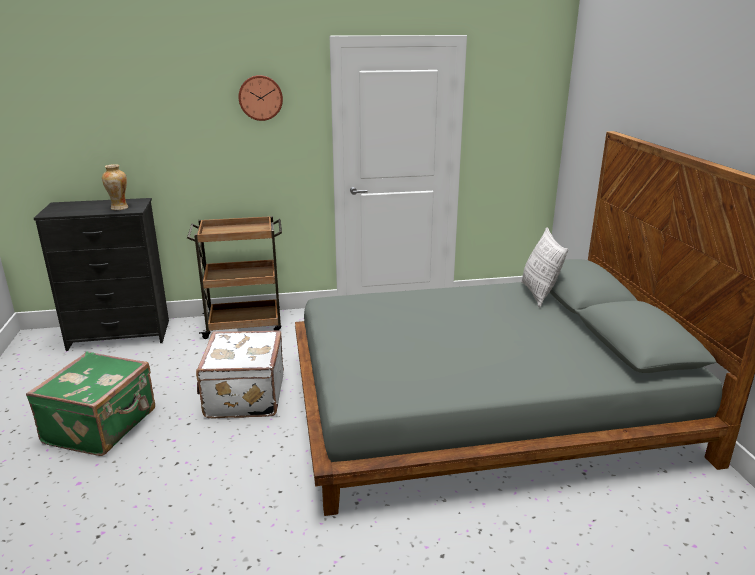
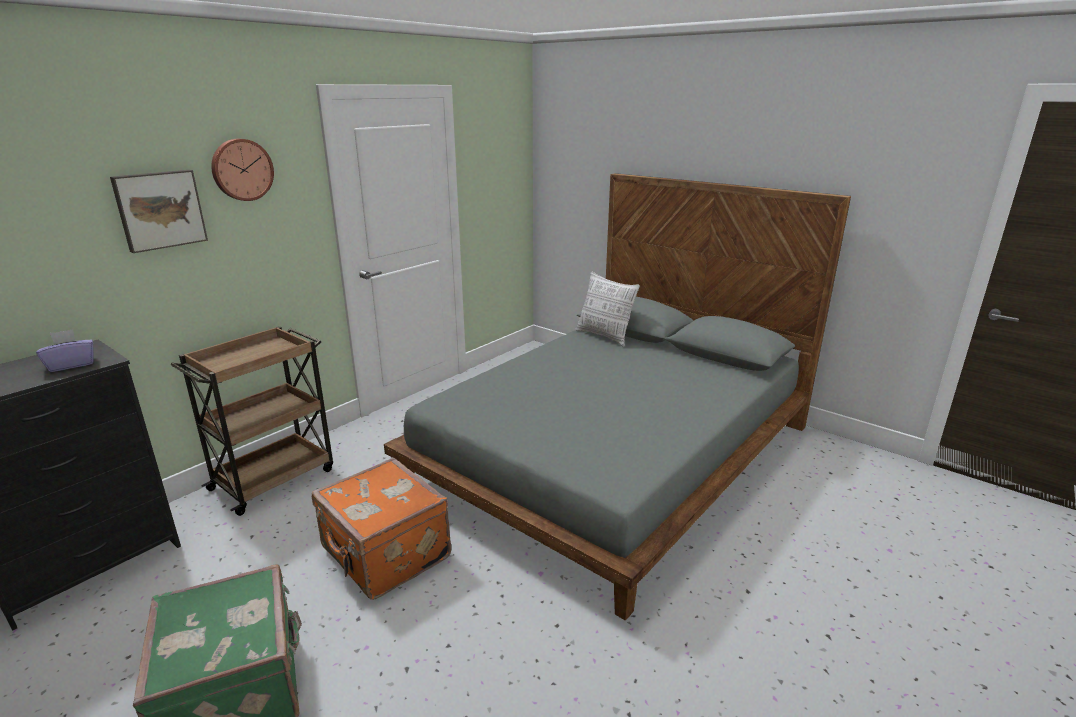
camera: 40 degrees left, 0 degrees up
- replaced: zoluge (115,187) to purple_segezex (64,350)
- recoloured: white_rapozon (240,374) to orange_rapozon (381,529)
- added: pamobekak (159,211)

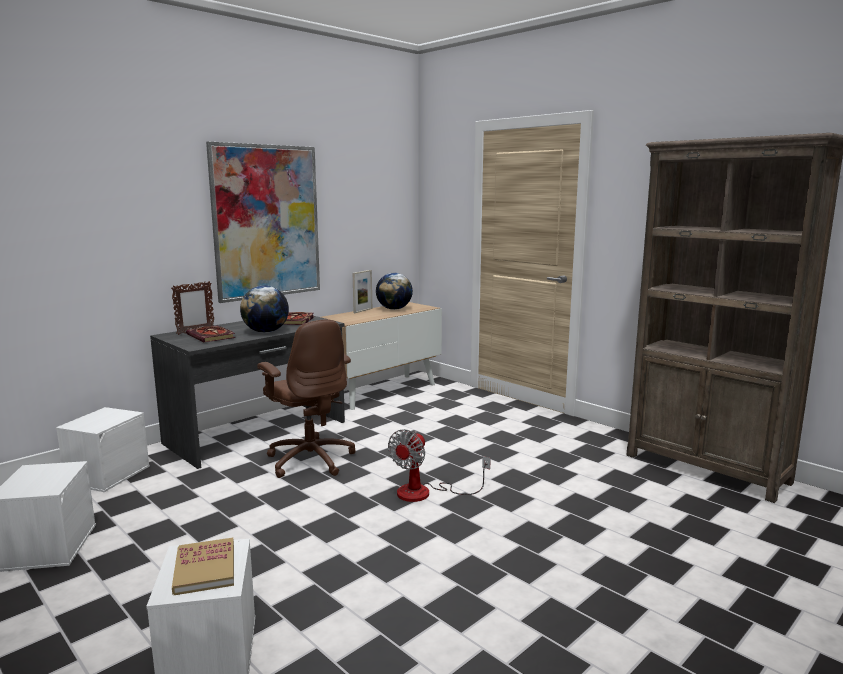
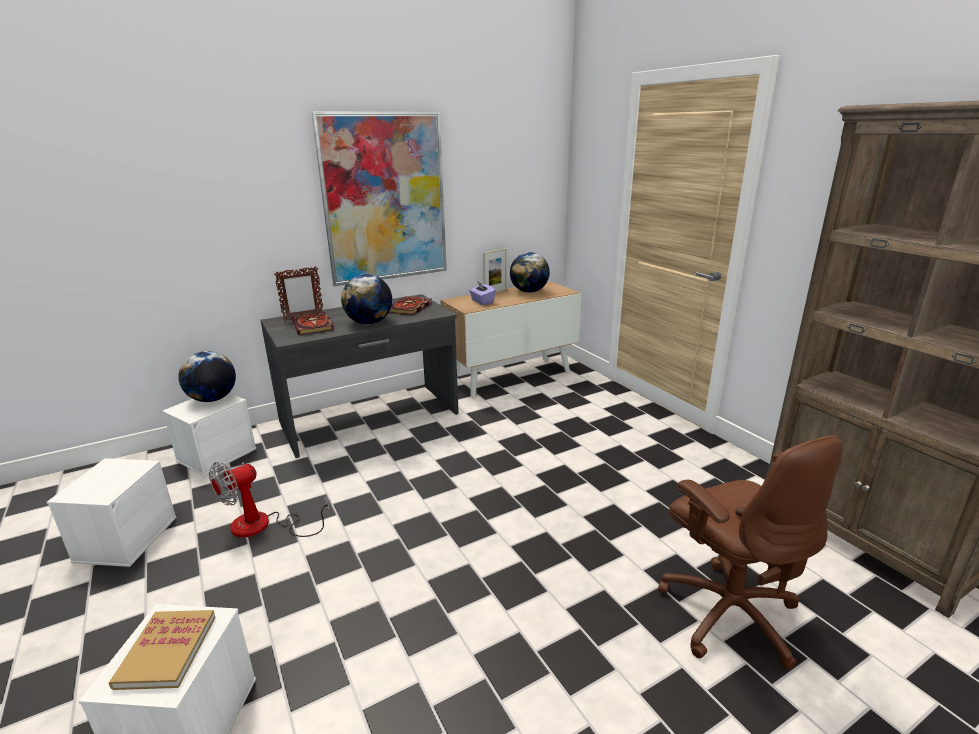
camera: 15 degrees right, 10 degrees up
- moved: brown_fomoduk (306,398) to (750,552)
- moved: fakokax (439,465) to (270,499)
- added: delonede (207,376)
- added: purple_segezex (482,293)

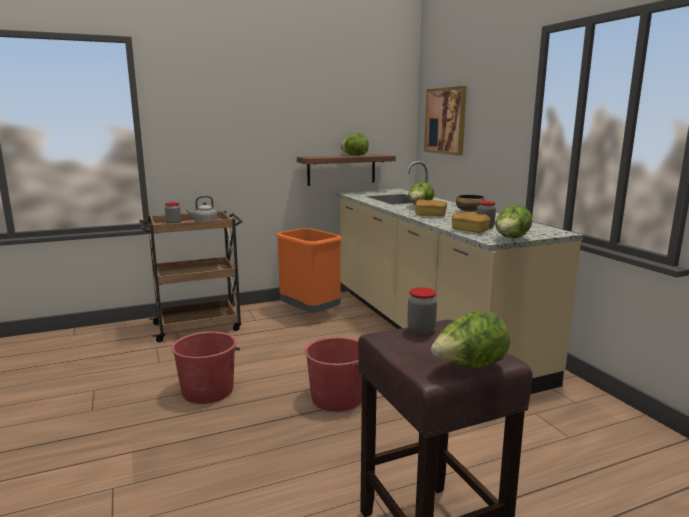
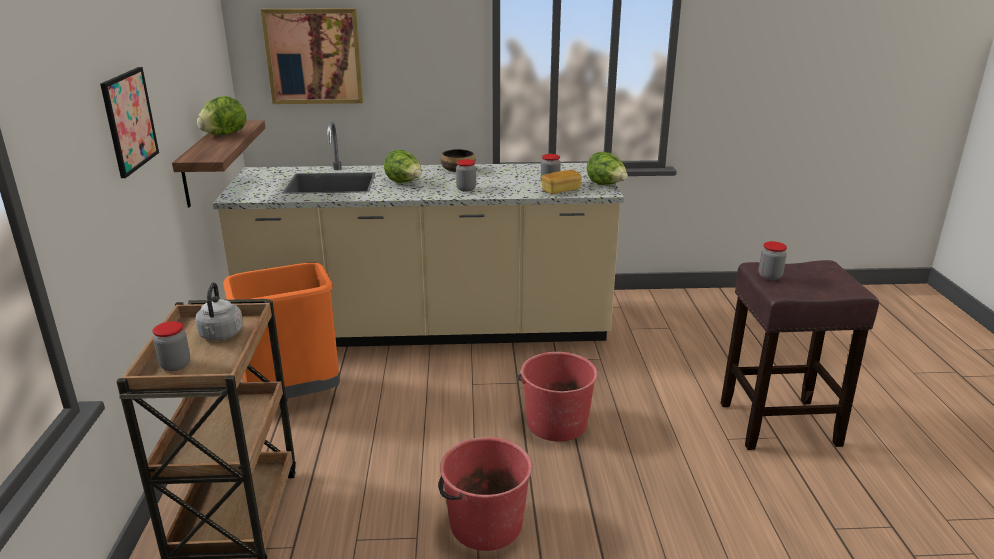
camera: 70 degrees left, 10 degrees up
- replaced: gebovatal (431,208) to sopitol (466,175)
- removed: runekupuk (470,339)
- added: pamobekak (129,122)

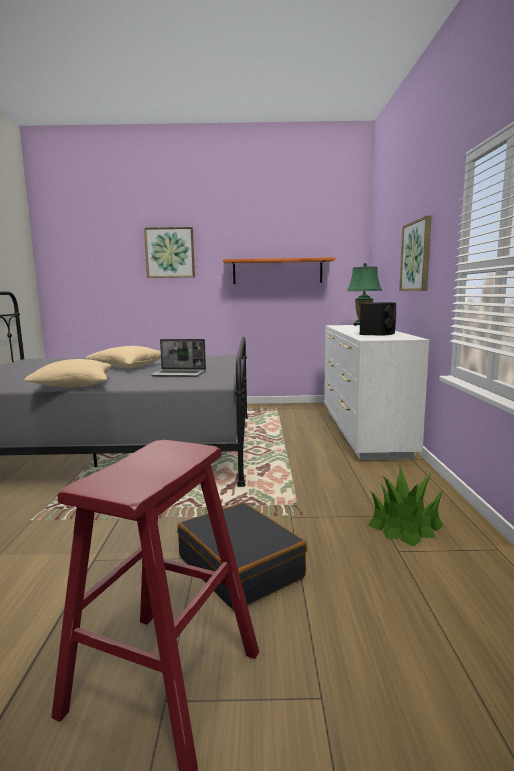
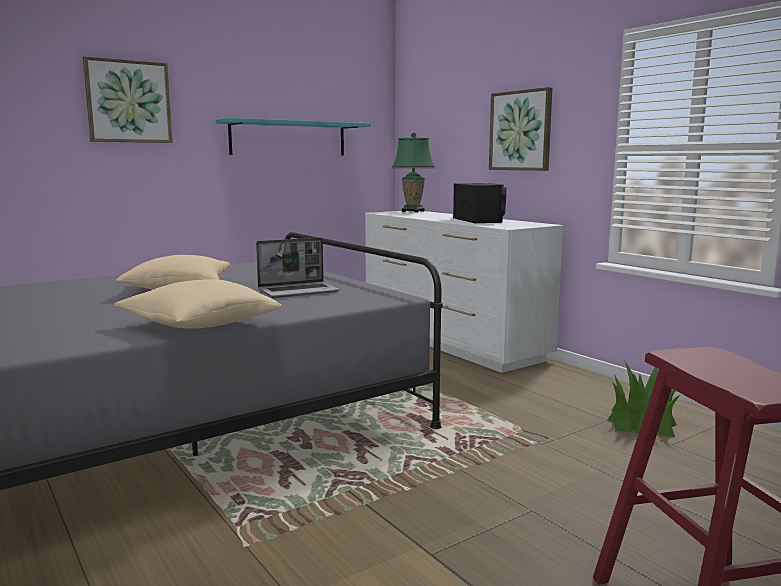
camera: 35 degrees left, 0 degrees up
- removed: black_rapozon (242,556)
- recoloured: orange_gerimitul (279,270) to turquoise_gerimitul (293,137)

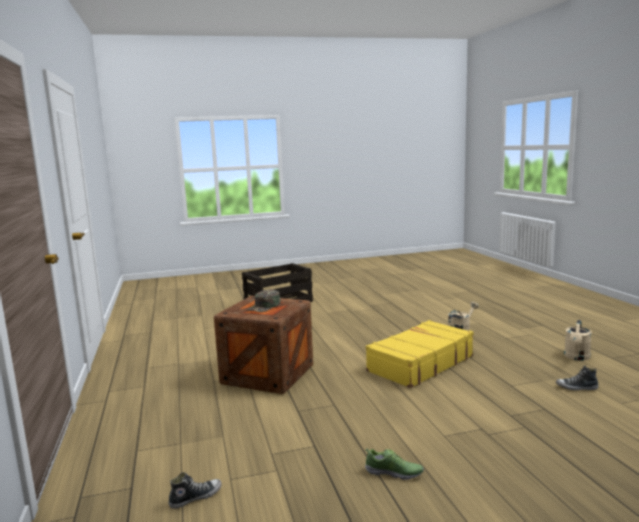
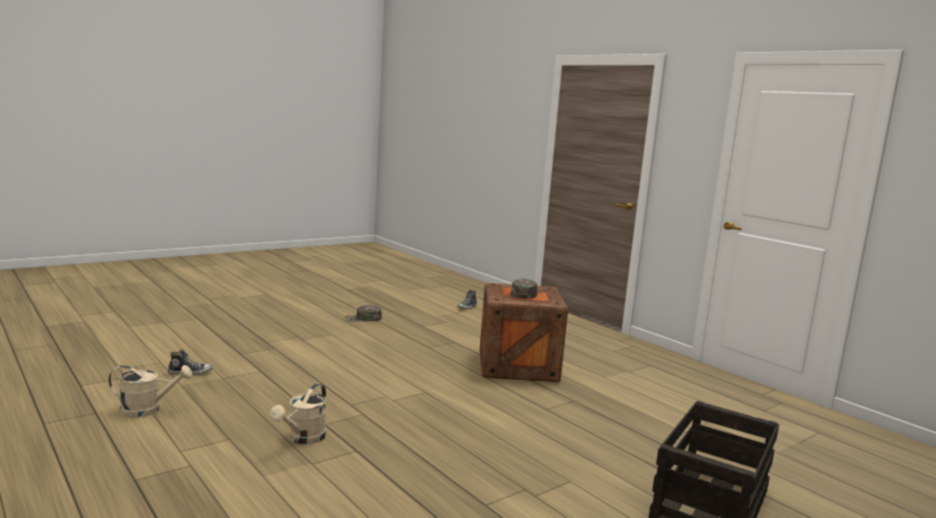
camera: 155 degrees right, 0 degrees up
- replaced: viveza (394,464) to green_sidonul (363,313)
- removed: yellow_rapozon (419,354)
- turned: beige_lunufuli (578,340) = (150,391) 75 degrees clockwise

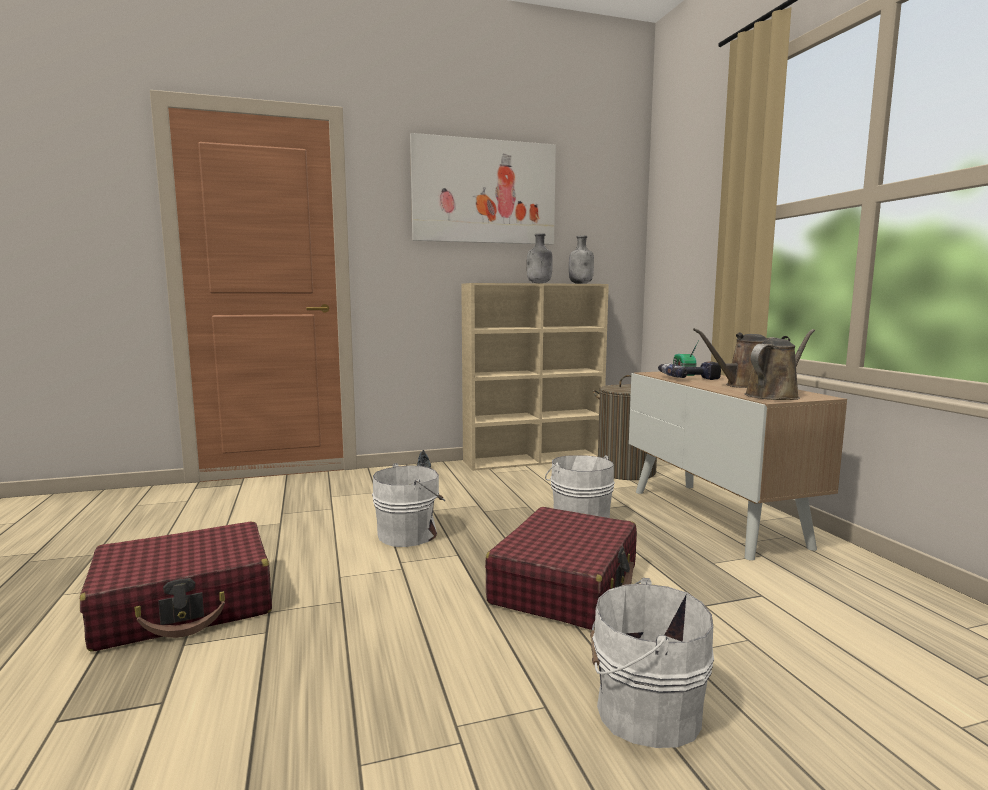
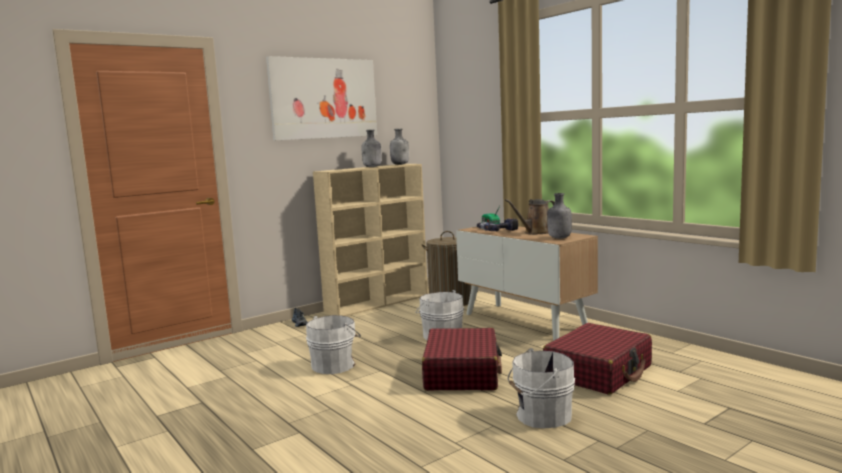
camera: 20 degrees left, 0 degrees up
- moved: red_rapozon (176,587) to (597,359)
- replaced: brown_lunufuli (779,364) to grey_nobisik (559,216)

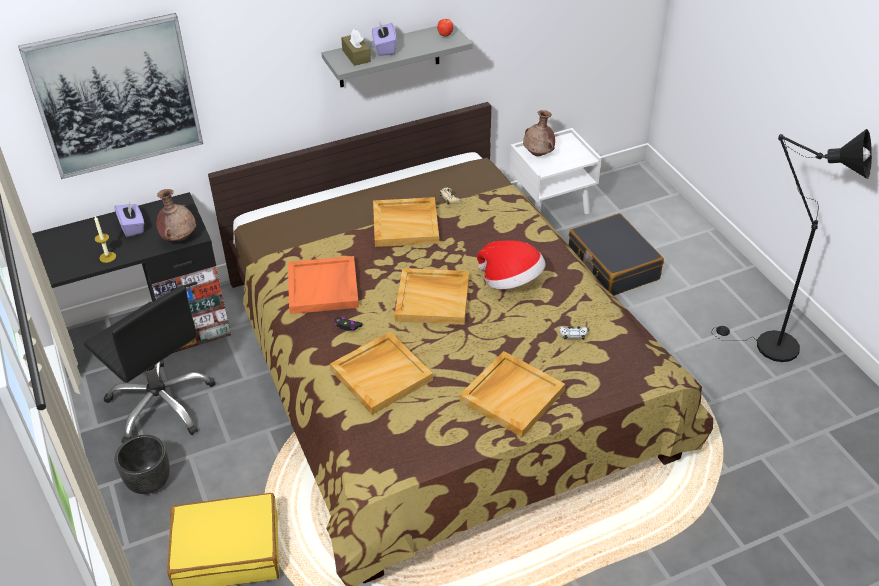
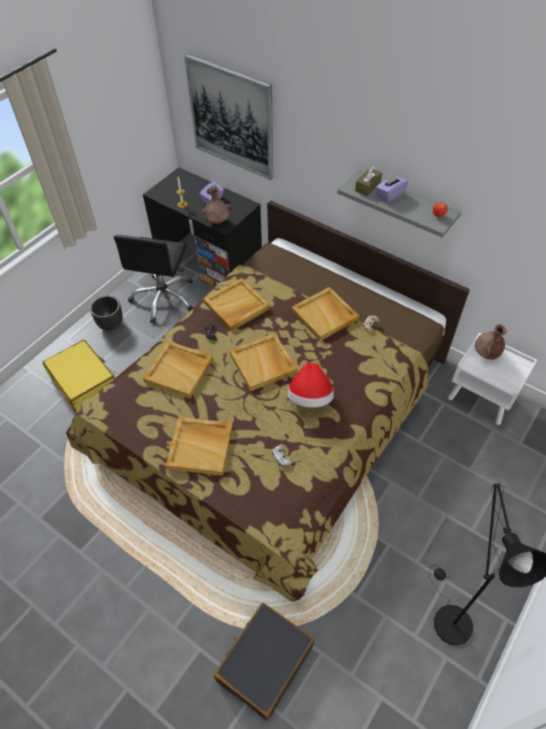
camera: 60 degrees right, 10 degrees up
- recoloured: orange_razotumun (323,285) to beige_razotumun (237,304)
- moved: black_rapozon (616,254) to (264,662)

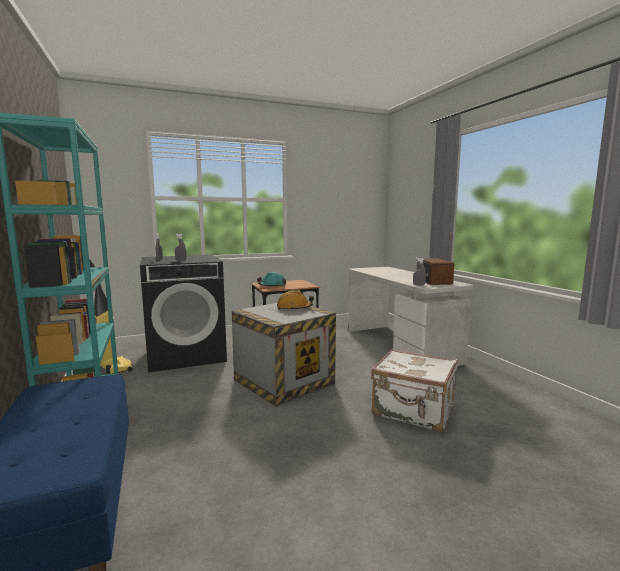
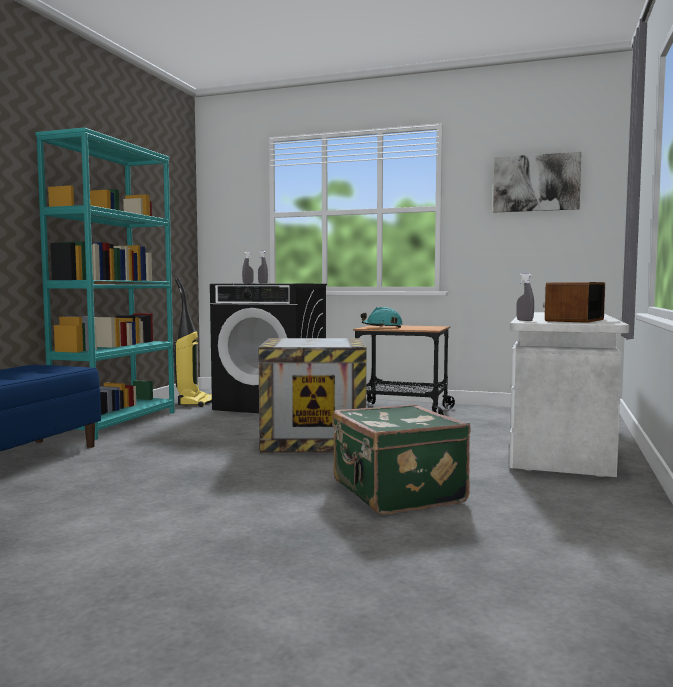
camera: 40 degrees right, 5 degrees down
- removed: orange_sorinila (295,300)
- recoloured: white_rapozon (414,390) to green_rapozon (401,459)
- added: pamobekak (537,182)

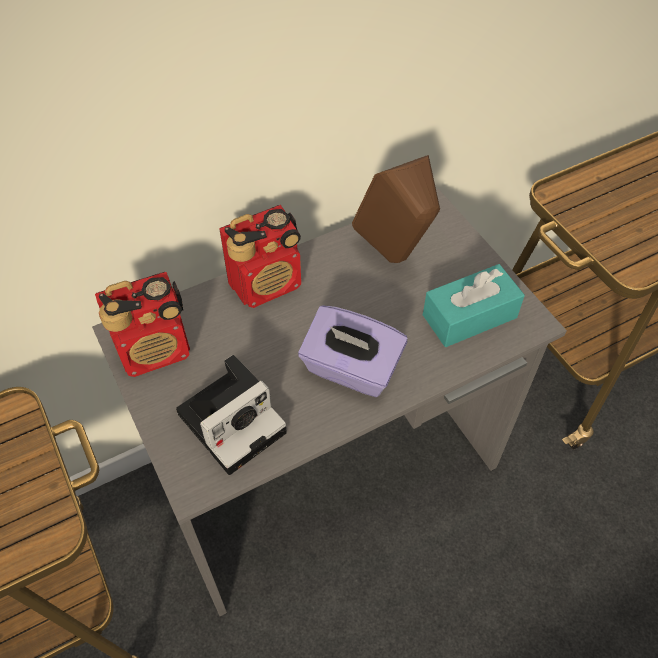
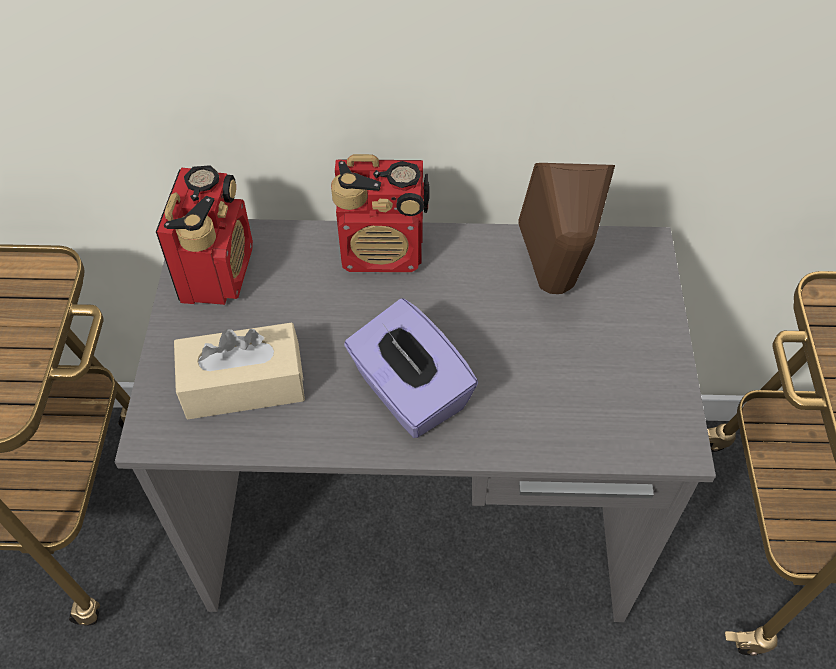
camera: 30 degrees right, 0 degrees up
- turned: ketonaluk (142,324) = (204,235) 90 degrees counterclockwise
- replaced: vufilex (231,415) to beige_segezex (239,371)
- removed: turquoise_segezex (474,305)

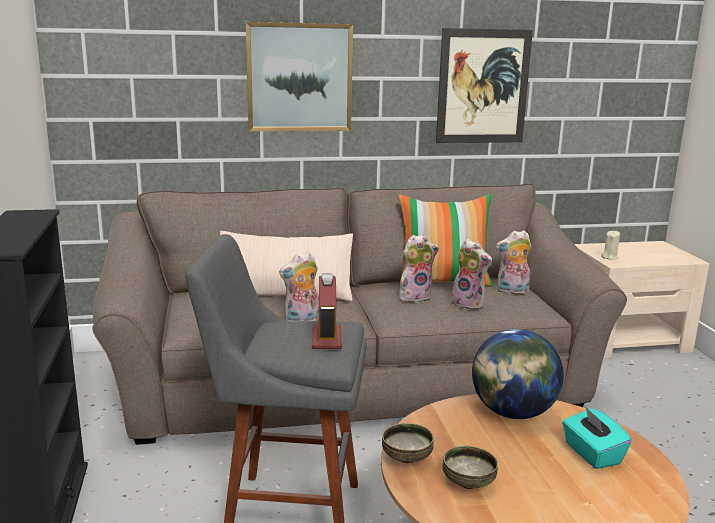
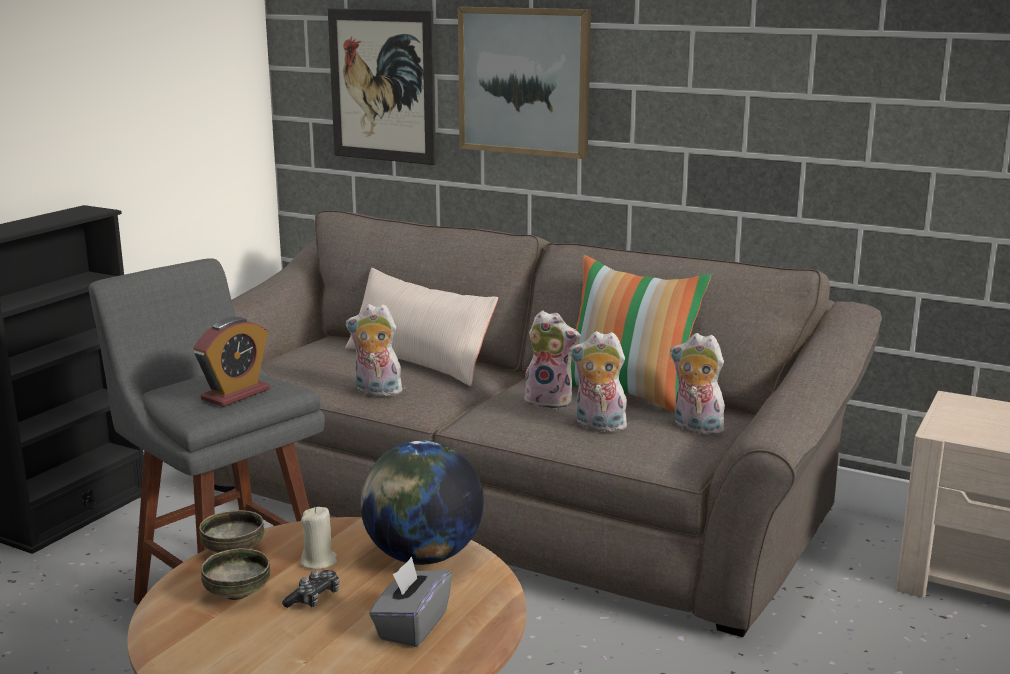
camera: 40 degrees right, 0 degrees up
- moved: pamobekak (484,85) to (382,86)
- turned: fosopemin (471,274) = (600,381) 120 degrees clockwise
- recoloured: turquoise_segezex (597,437) to grey_segezex (410,602)
- moved: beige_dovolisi (610,245) to (319,538)
- added: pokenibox (311,589)

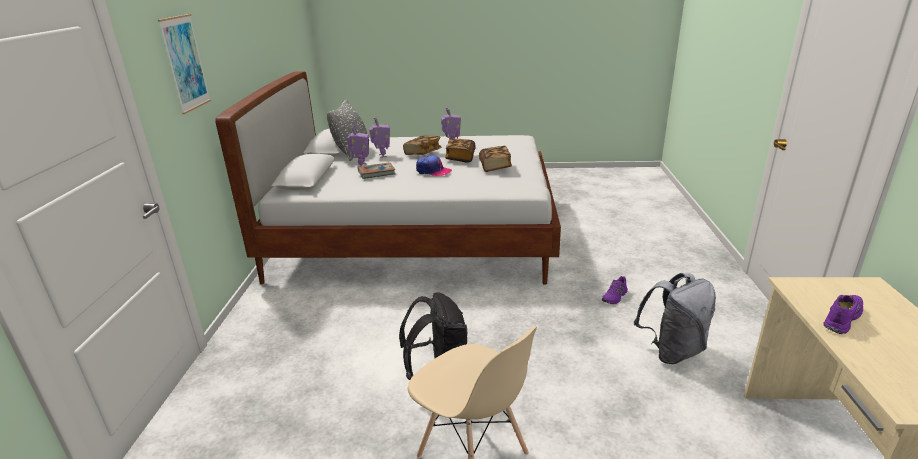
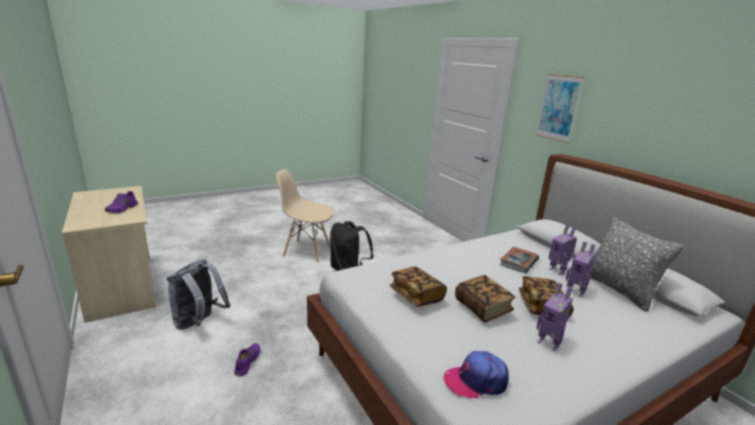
camera: 145 degrees right, 5 degrees down
- moved: sidonul (434,165) to (476,375)

